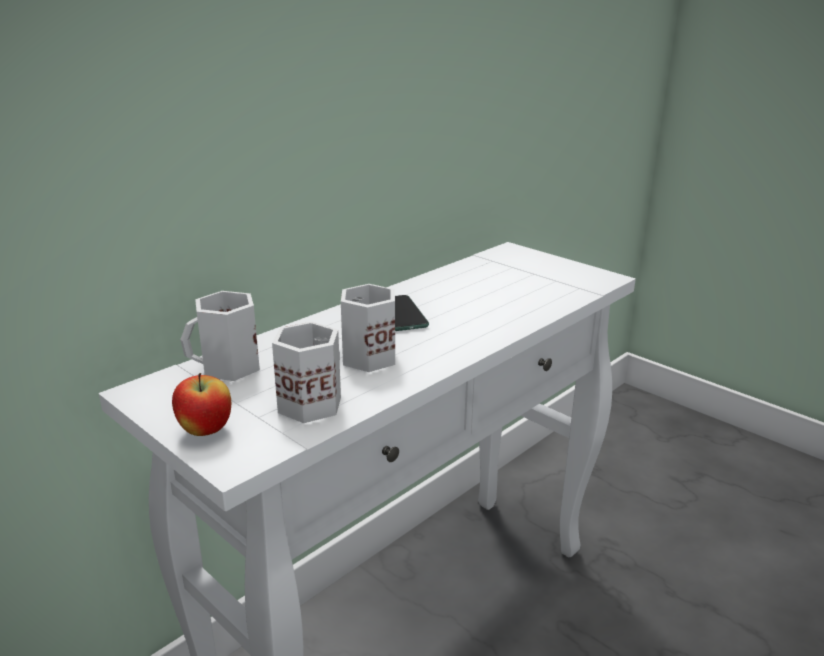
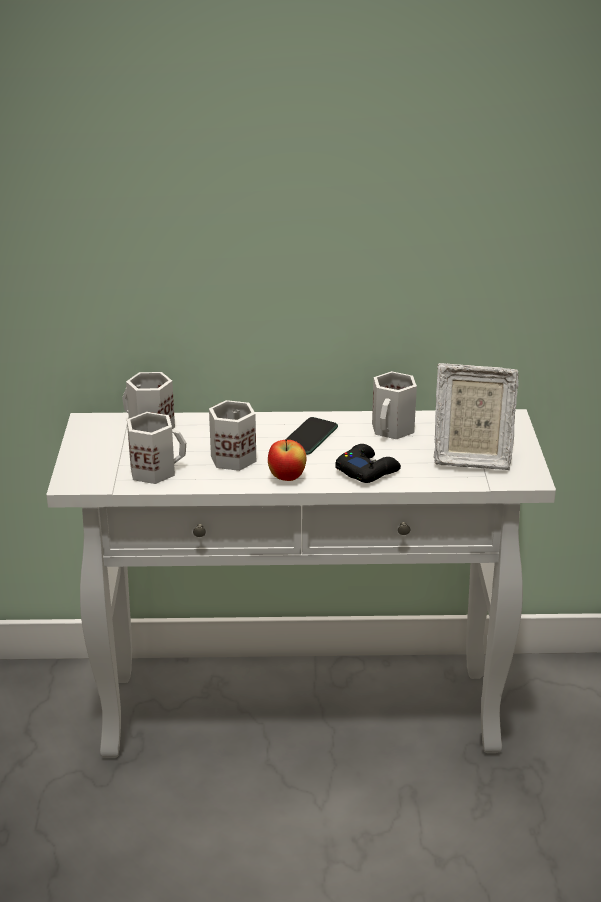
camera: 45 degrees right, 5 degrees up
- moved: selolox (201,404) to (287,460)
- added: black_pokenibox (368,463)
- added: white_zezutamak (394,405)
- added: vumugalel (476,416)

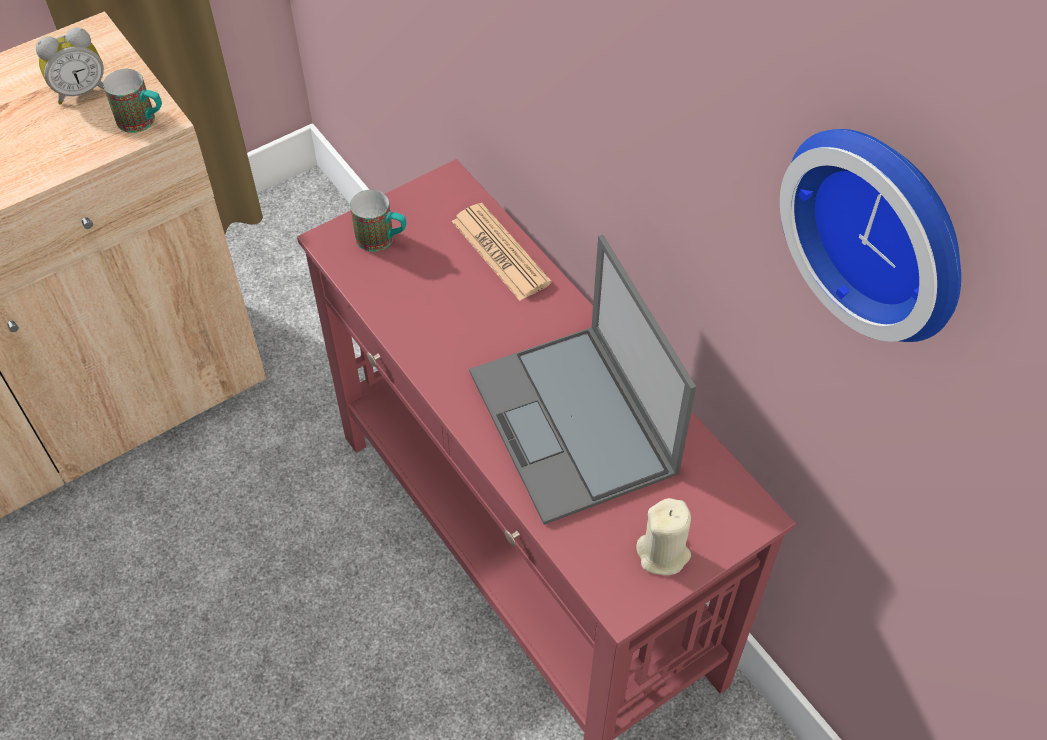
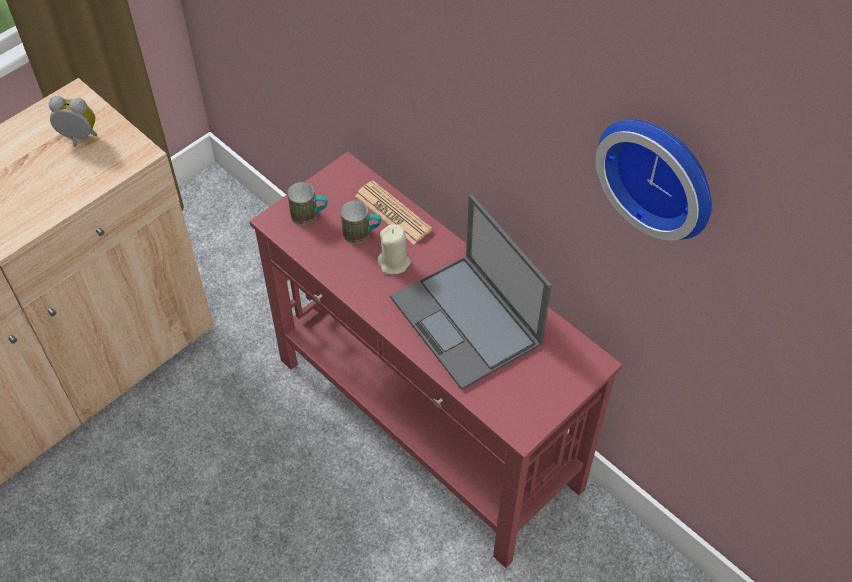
camera: 10 degrees left, 0 degrees up
- turned: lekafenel (70,65) = (73,121) 135 degrees counterclockwise
- moved: zezutamak (132,101) to (361,222)
- moved: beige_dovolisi (663,536) to (394,249)

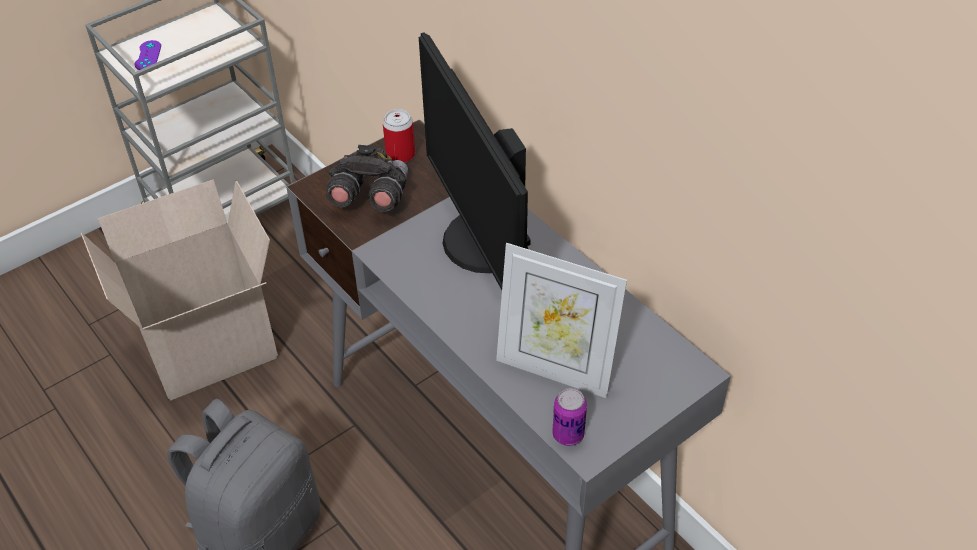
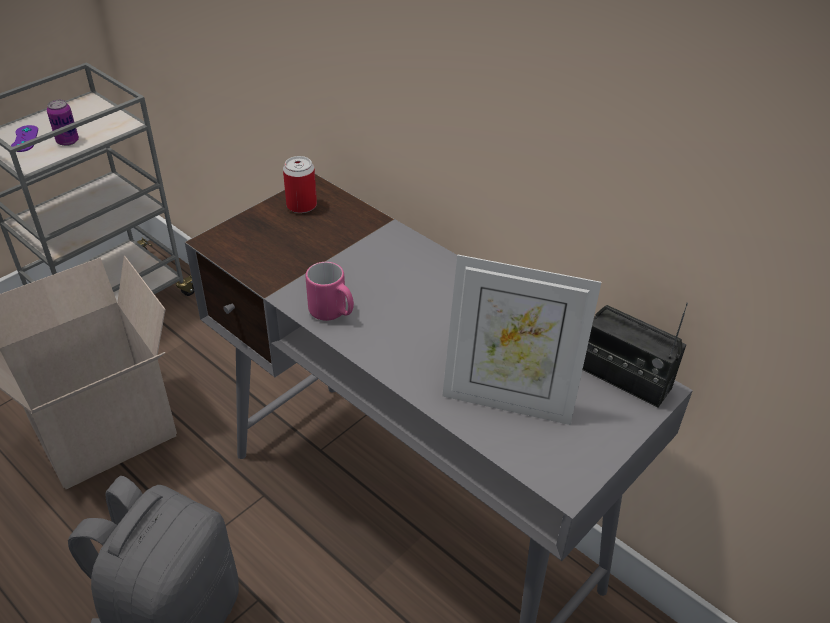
camera: 10 degrees left, 5 degrees down
- removed: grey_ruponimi (367,178)
- removed: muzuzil (475,161)
- moved: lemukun (569,417) to (63,123)
- added: pink_zezutamak (330,291)
- added: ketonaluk (635,355)

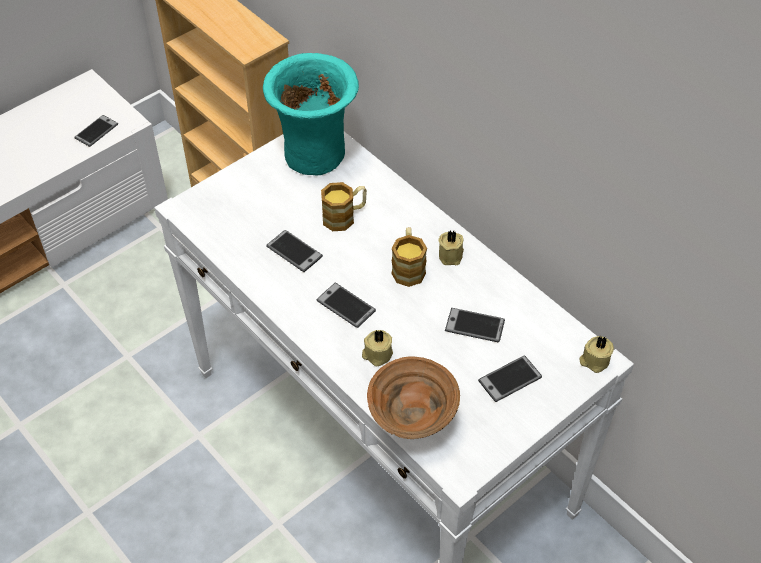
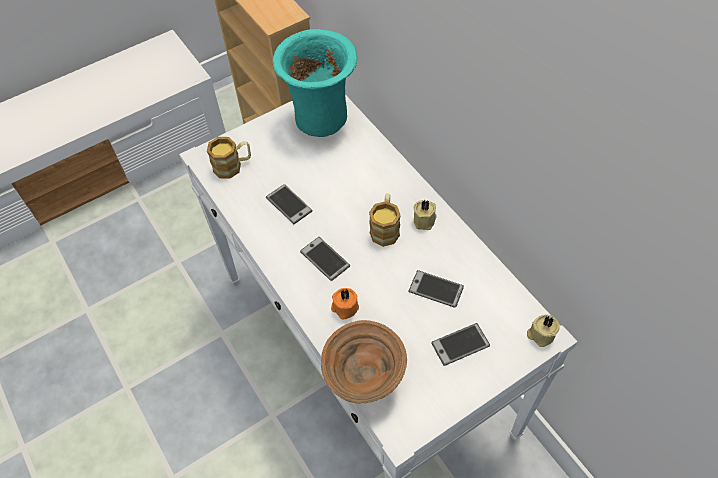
camera: 10 degrees right, 5 degrees up
- removed: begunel (96,131)
- moved: zezutamak (344,206) to (229,158)
- recoloured: beige_dovolisi (377,348) to orange_dovolisi (345,303)

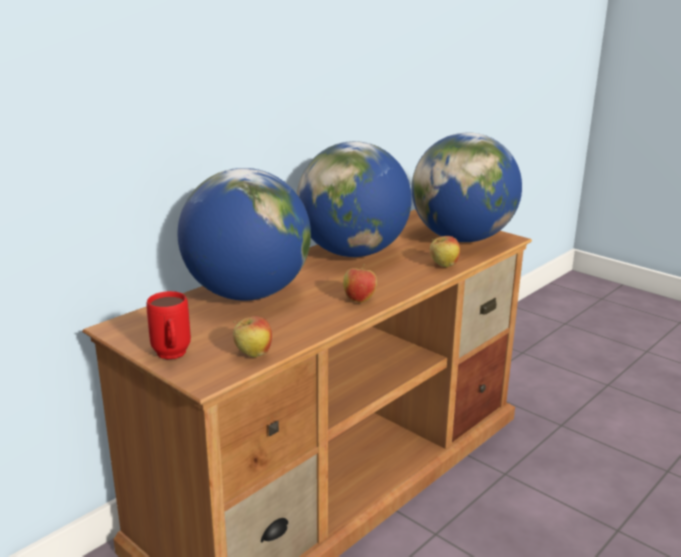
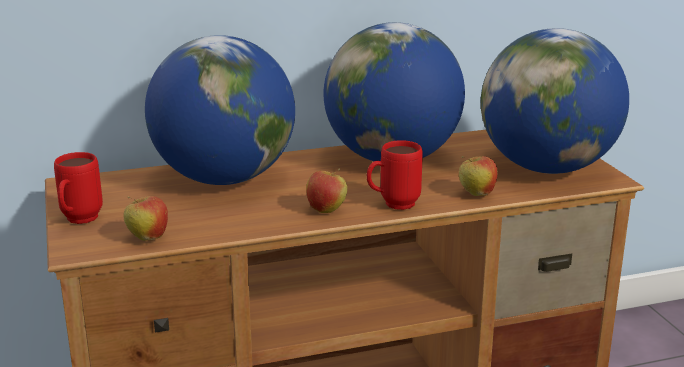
camera: 30 degrees right, 0 degrees up
- added: red_zezutamak (395,175)

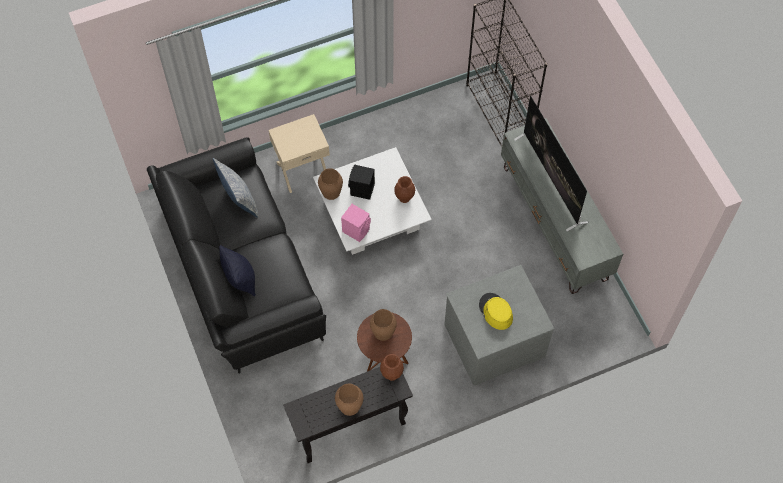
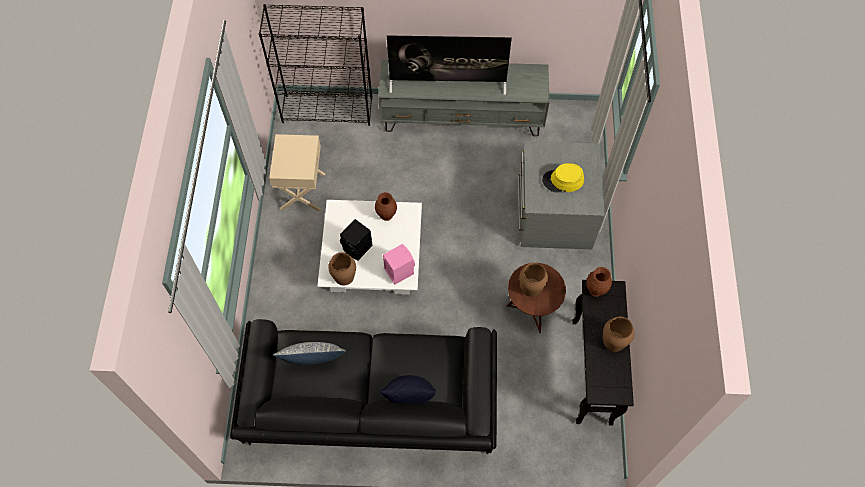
camera: 65 degrees left, 0 degrees up
- moved: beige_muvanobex (299,153) to (297,172)

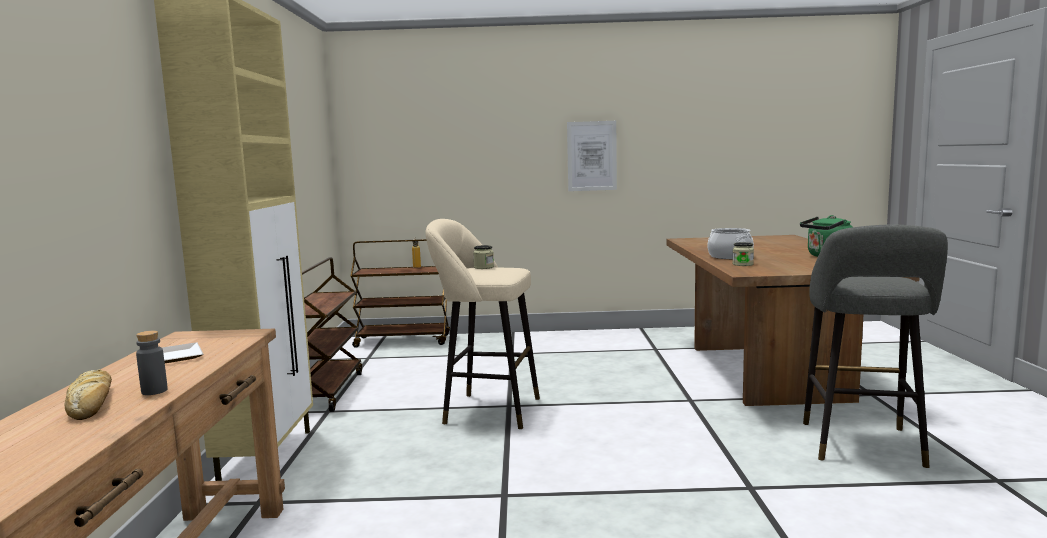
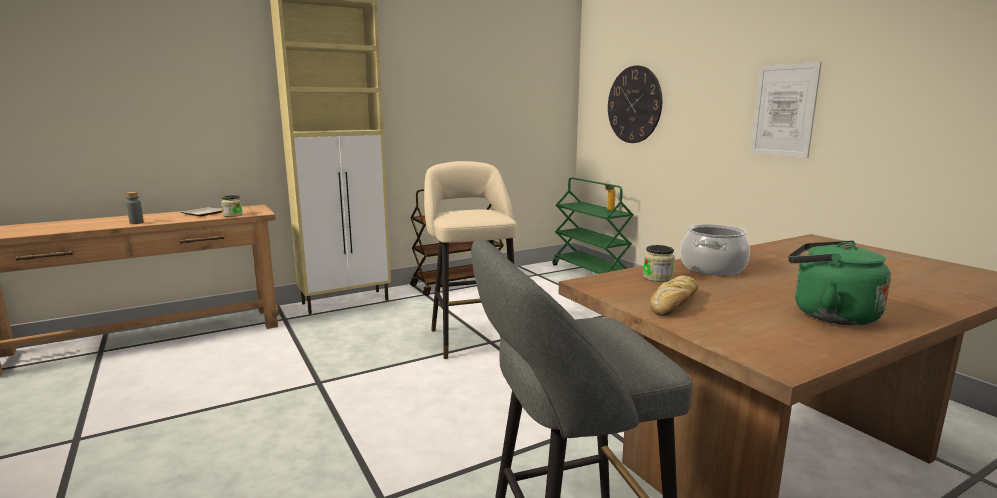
camera: 60 degrees right, 5 degrees up
- moved: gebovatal (88,394) to (674,296)
- recoloured: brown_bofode (400,293) to green_bofode (593,225)
- moved: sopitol (483,257) to (232,206)
- added: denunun (635,104)

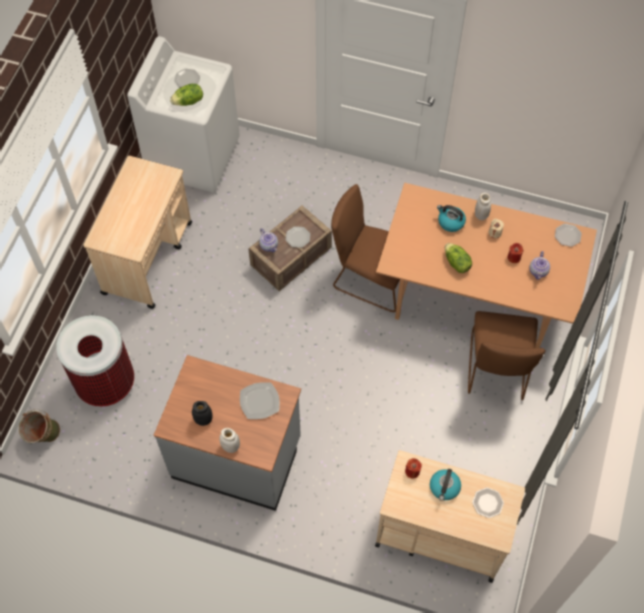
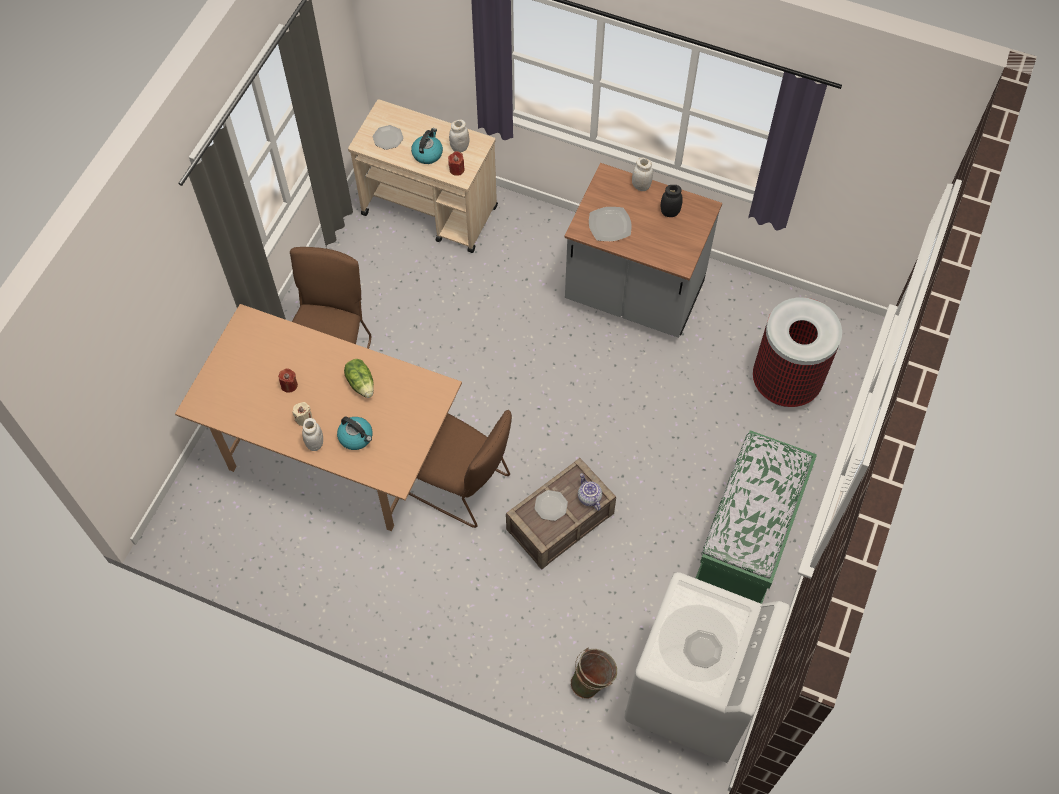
camera: 175 degrees left, 0 degrees up
- moved: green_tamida (39,426) to (593,673)
- replaced: beige_bofode (137,232) to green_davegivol (756,517)
- removed: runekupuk (186,95)
- removed: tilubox (539,265)
- removed: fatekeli (568,235)
- added: white_sopitol (459,136)

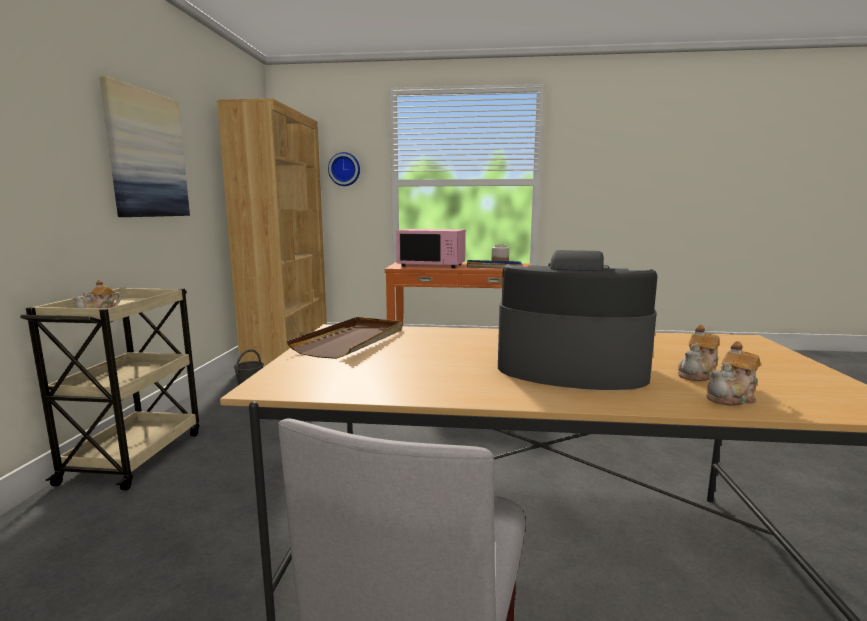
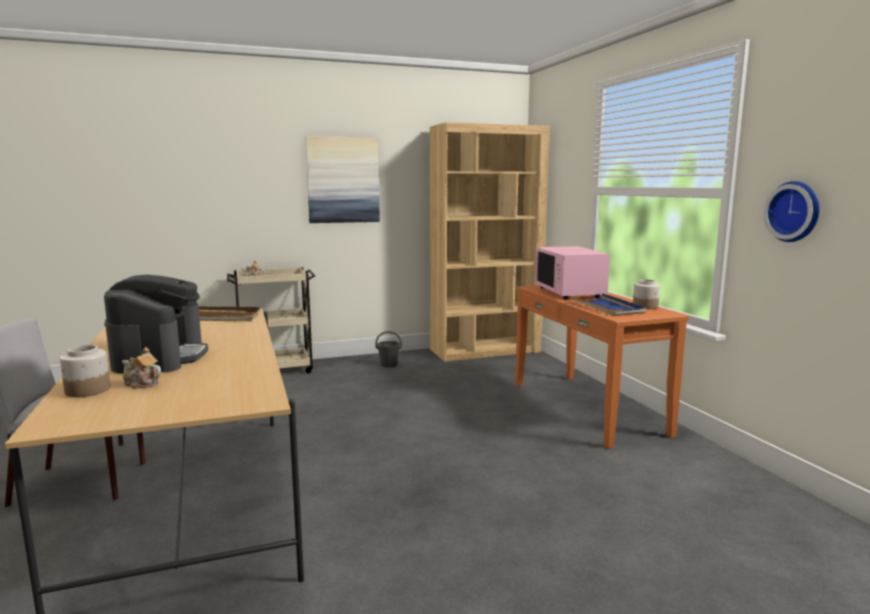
camera: 65 degrees right, 0 degrees up
- moved: denunun (344,169) to (792,211)
- replaced: tilubox (733,373) to sopitol (85,371)

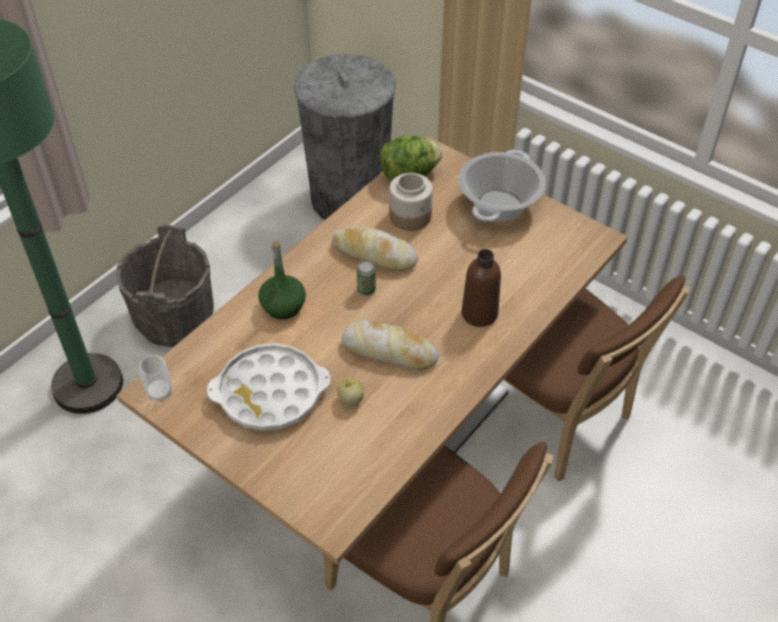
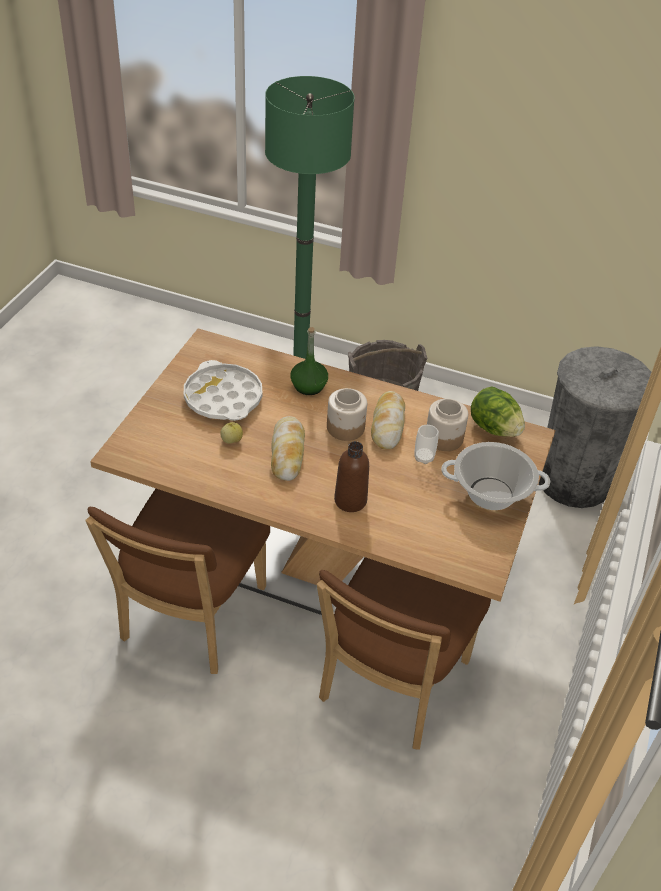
camera: 70 degrees right, 5 degrees down
- moved: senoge (155,378) to (426,444)
- replaced: lemukun (366,278) to sopitol (347,414)

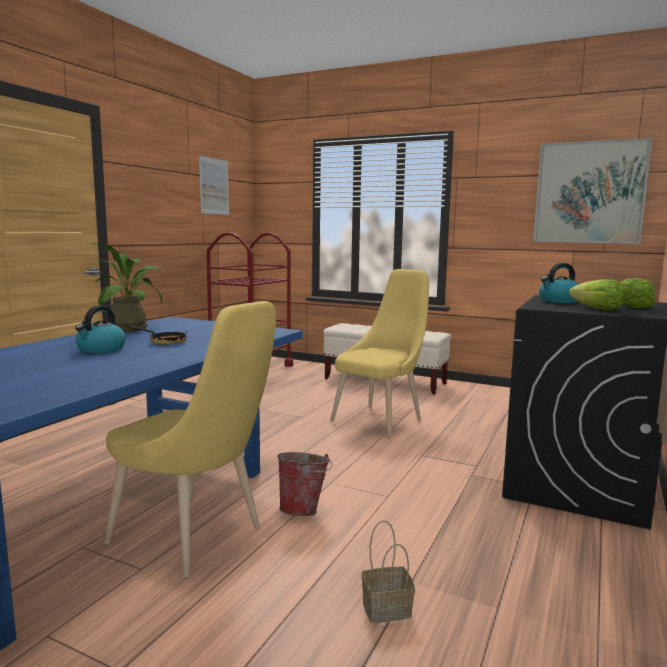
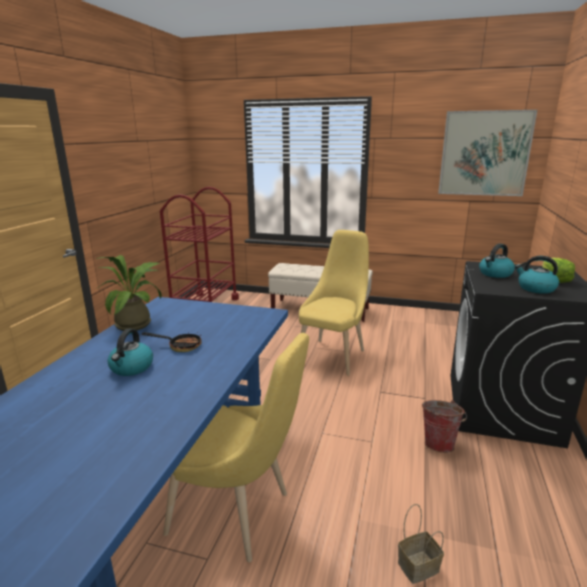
camera: 10 degrees left, 10 degrees up
- removed: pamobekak (214,185)
- moved: tamida (304,484) to (444,426)
- replaced: runekupuk (597,294) to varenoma (537,275)

